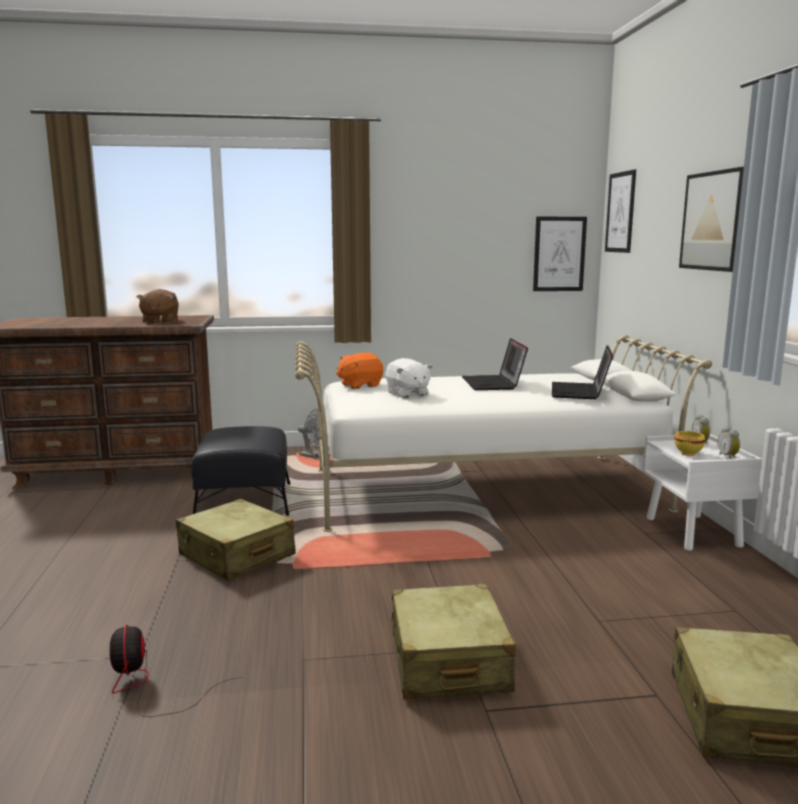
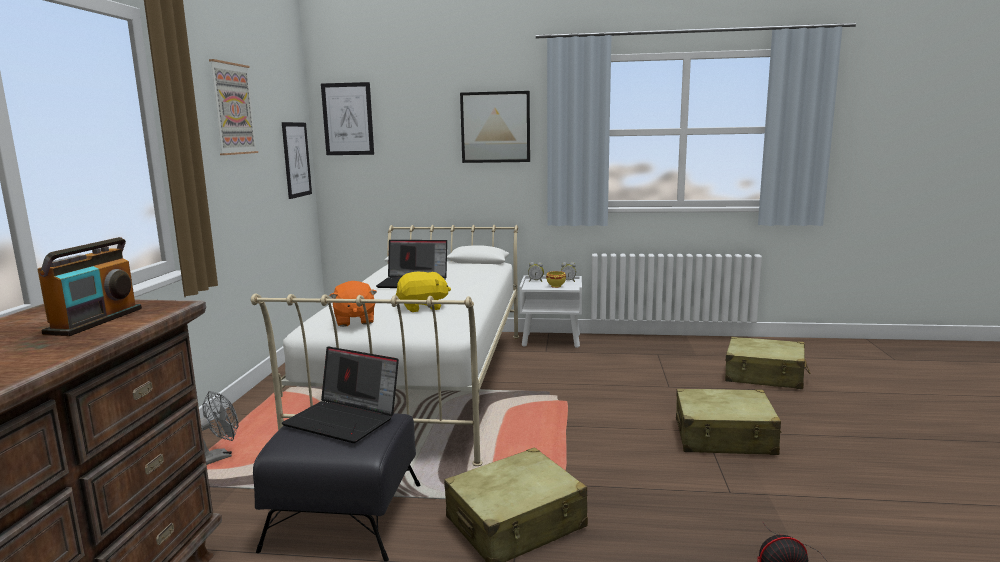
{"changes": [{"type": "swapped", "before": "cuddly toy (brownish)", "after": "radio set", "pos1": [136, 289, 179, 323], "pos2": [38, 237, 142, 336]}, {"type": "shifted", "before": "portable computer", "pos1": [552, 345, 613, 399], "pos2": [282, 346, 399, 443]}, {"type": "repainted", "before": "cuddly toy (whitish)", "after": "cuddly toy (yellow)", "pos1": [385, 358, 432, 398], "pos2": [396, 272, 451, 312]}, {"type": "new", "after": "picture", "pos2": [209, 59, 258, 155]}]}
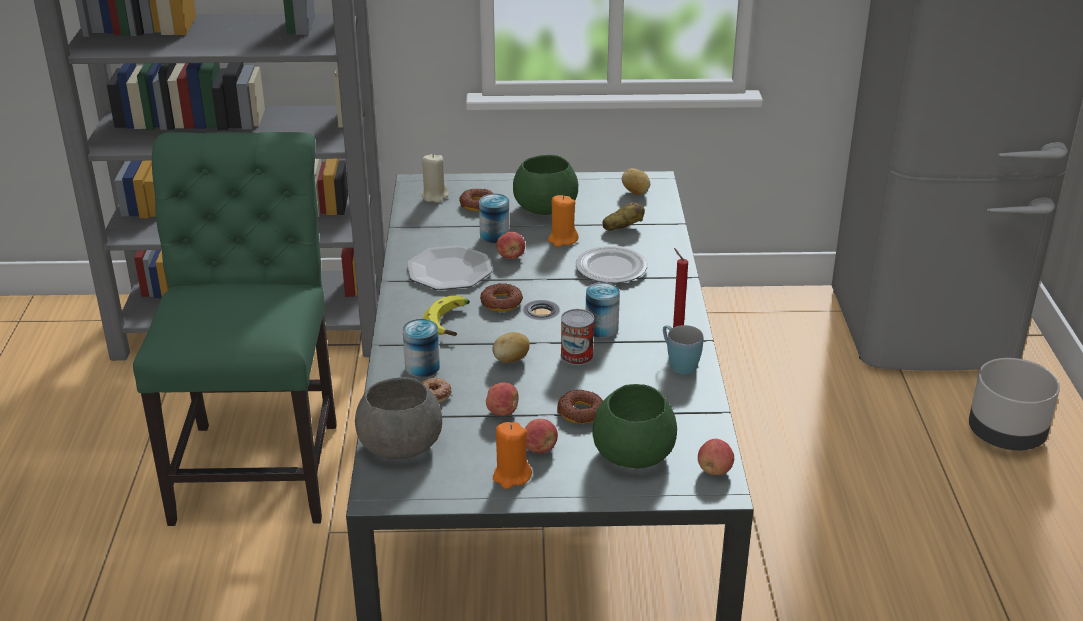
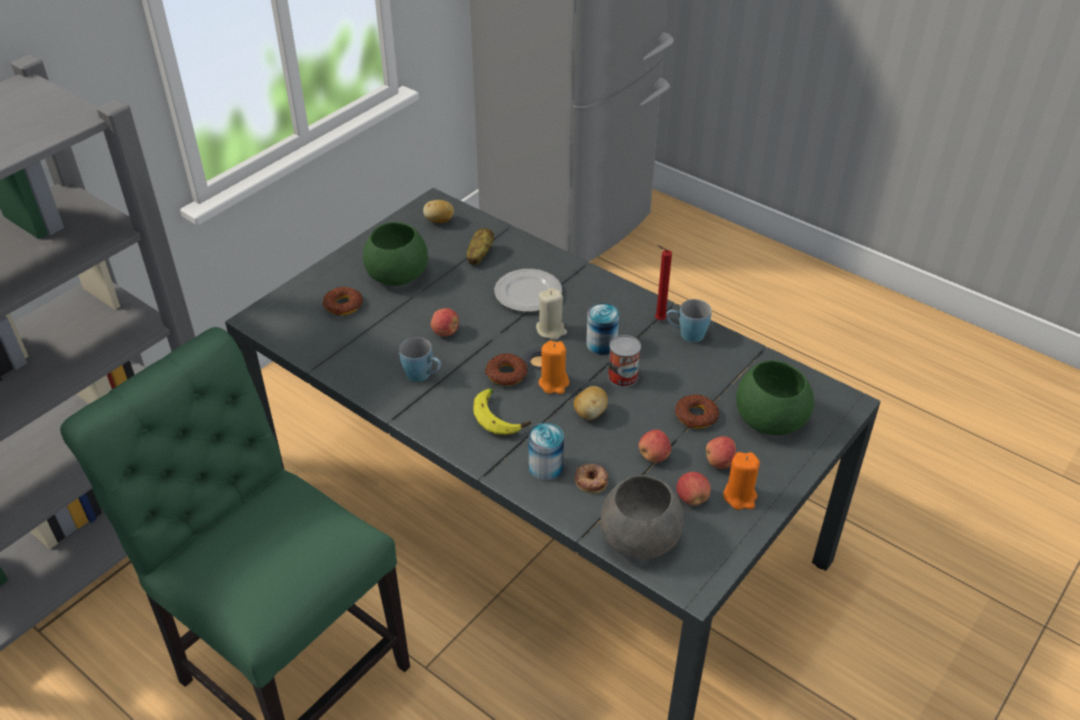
{"changes": [{"type": "shifted", "before": "wax light (beige)", "pos1": [421, 154, 449, 203], "pos2": [536, 288, 567, 340]}, {"type": "gone", "before": "can", "pos1": [479, 194, 510, 243]}, {"type": "shifted", "before": "wax light (orange-coloured)", "pos1": [548, 195, 579, 247], "pos2": [538, 341, 569, 394]}, {"type": "swapped", "before": "dinner plate", "after": "tea mug (bluish)", "pos1": [407, 245, 492, 290], "pos2": [399, 337, 441, 382]}, {"type": "gone", "before": "flower pot (greyish)", "pos1": [969, 358, 1060, 450]}, {"type": "shifted", "before": "whole apple", "pos1": [698, 439, 734, 475], "pos2": [676, 472, 711, 505]}]}
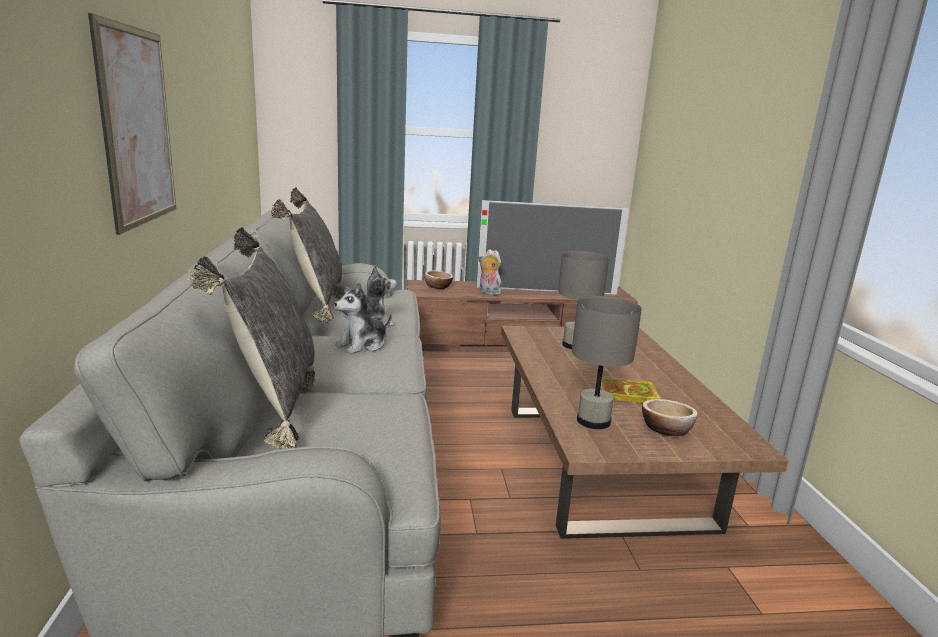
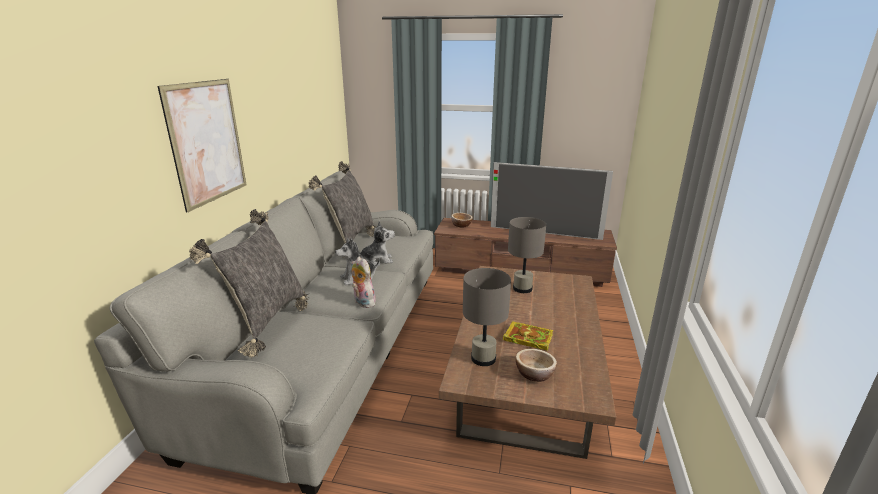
{"changes": [{"type": "shifted", "before": "cuddly toy", "pos1": [478, 249, 501, 296], "pos2": [351, 257, 377, 308]}]}
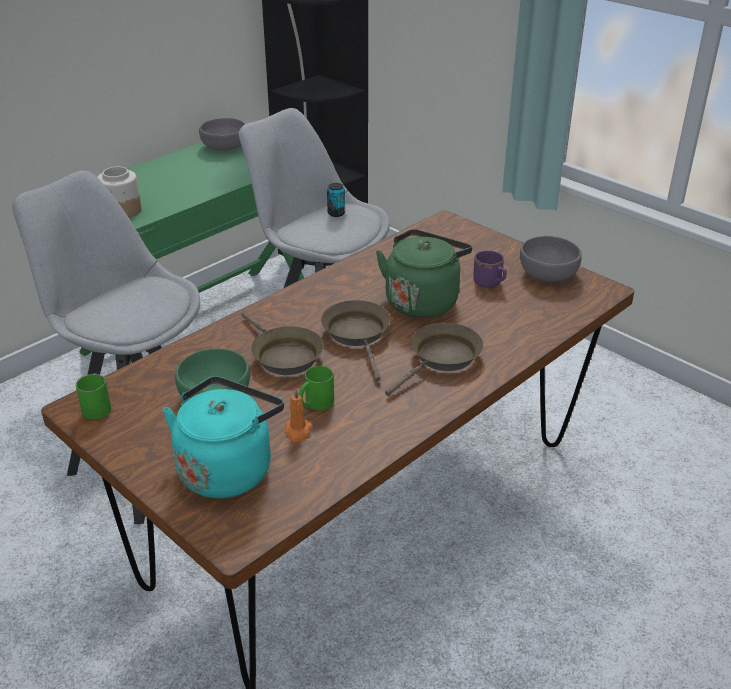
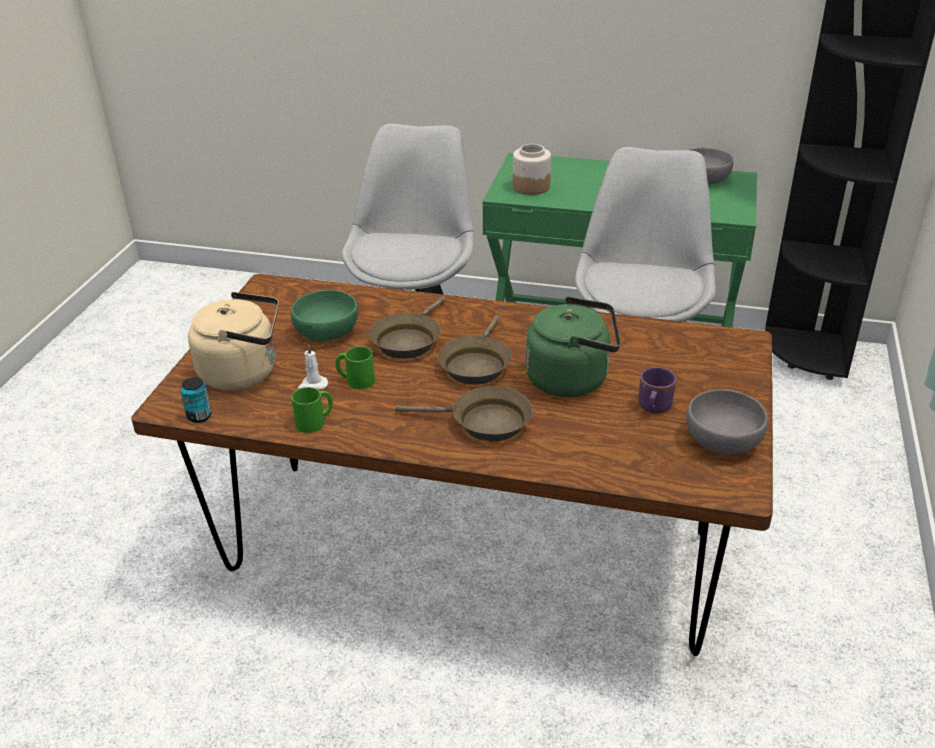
{"changes": [{"type": "shifted", "before": "can", "pos1": [327, 183, 345, 217], "pos2": [181, 377, 212, 423]}, {"type": "rotated", "before": "frying pan (brownish)", "pos1": [321, 300, 390, 381], "pos2": [438, 315, 512, 385], "turn": 150}, {"type": "shifted", "before": "tea mug (green-coloured)", "pos1": [76, 373, 111, 419], "pos2": [291, 387, 333, 433]}, {"type": "repainted", "before": "tea kettle (turquoise-coloured)", "after": "tea kettle (beige)", "pos1": [163, 376, 284, 498], "pos2": [188, 292, 279, 390]}, {"type": "repainted", "before": "wax light (orange-coloured)", "after": "wax light (whitish)", "pos1": [285, 389, 313, 442], "pos2": [298, 344, 328, 390]}]}
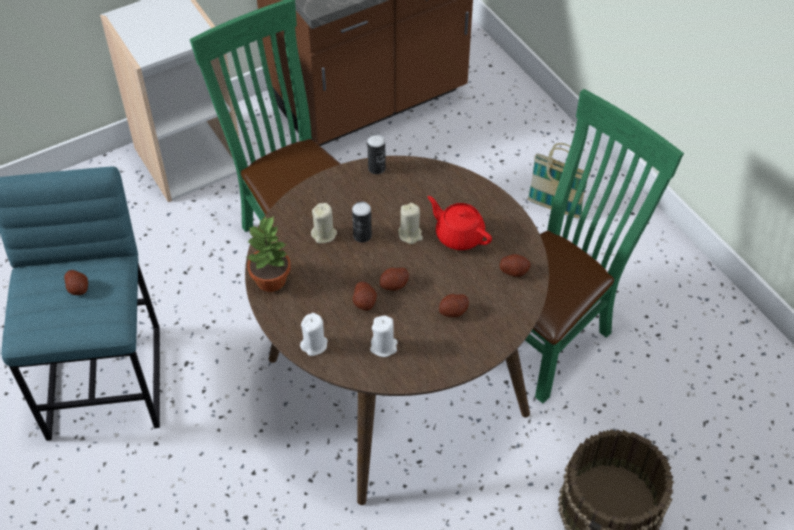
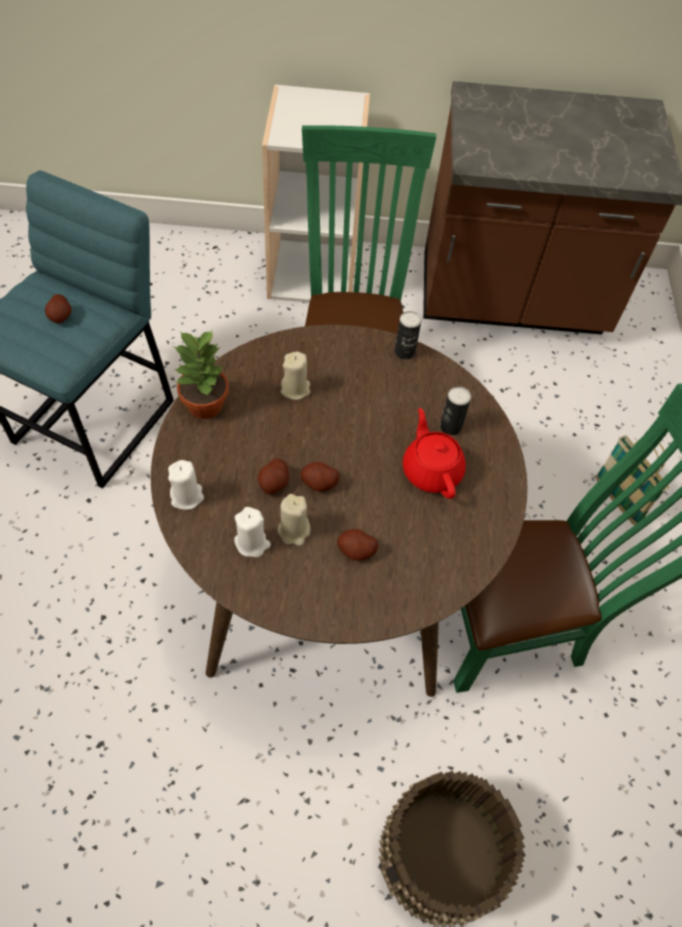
{"changes": [{"type": "shifted", "before": "can", "pos1": [352, 202, 372, 243], "pos2": [440, 386, 471, 435]}, {"type": "shifted", "before": "wax light (beige)", "pos1": [399, 203, 423, 244], "pos2": [278, 494, 310, 546]}, {"type": "gone", "before": "spud", "pos1": [500, 254, 531, 277]}]}
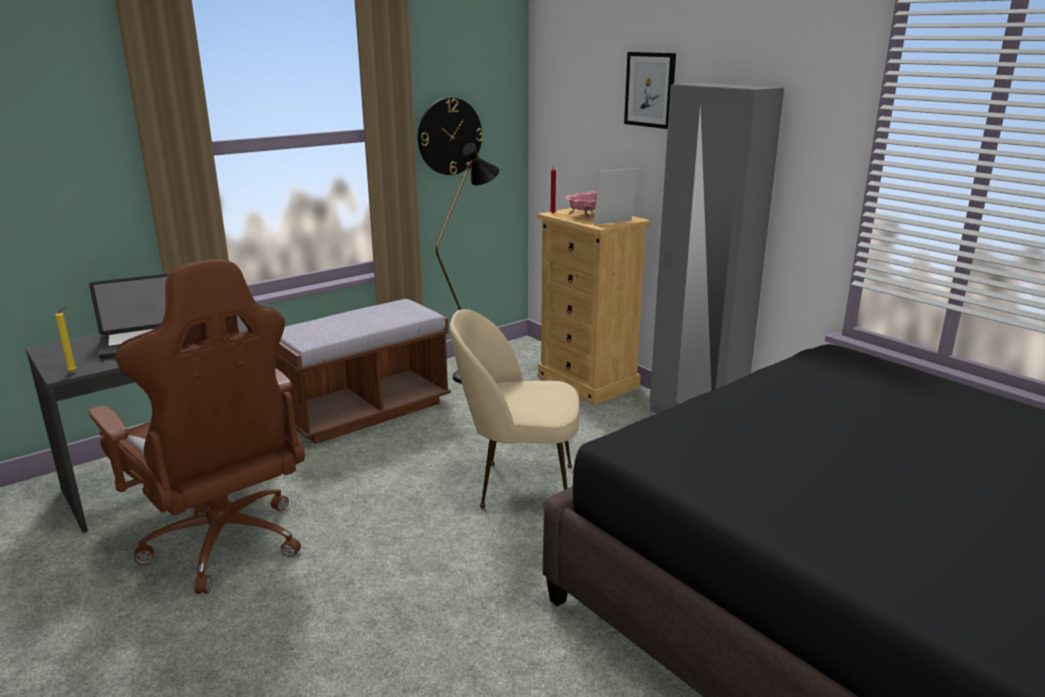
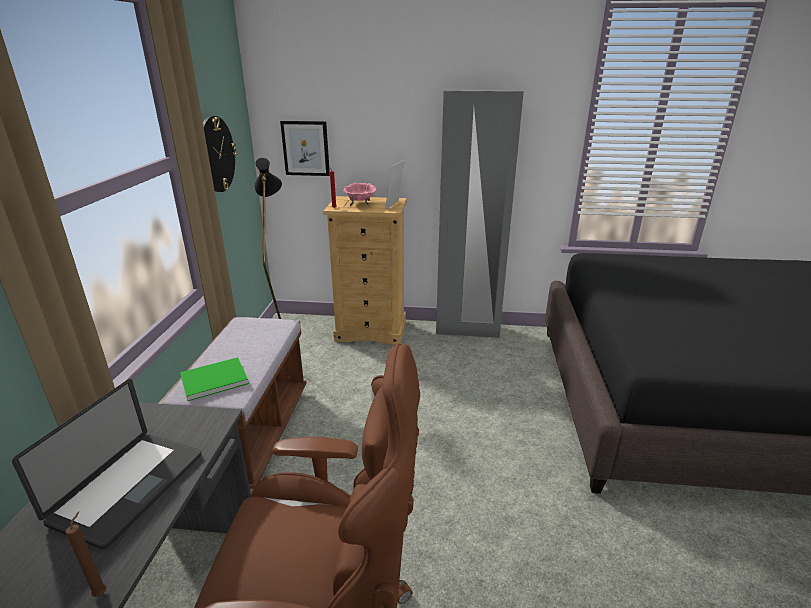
{"changes": [{"type": "shifted", "before": "picture", "pos1": [624, 52, 676, 129], "pos2": [280, 121, 330, 176]}, {"type": "repainted", "before": "wax light (yellow)", "after": "wax light (brownish)", "pos1": [55, 306, 77, 372], "pos2": [66, 512, 106, 597]}, {"type": "gone", "before": "chair (beige)", "pos1": [450, 309, 580, 508]}, {"type": "new", "after": "book (green-coloured)", "pos2": [180, 357, 249, 401]}]}
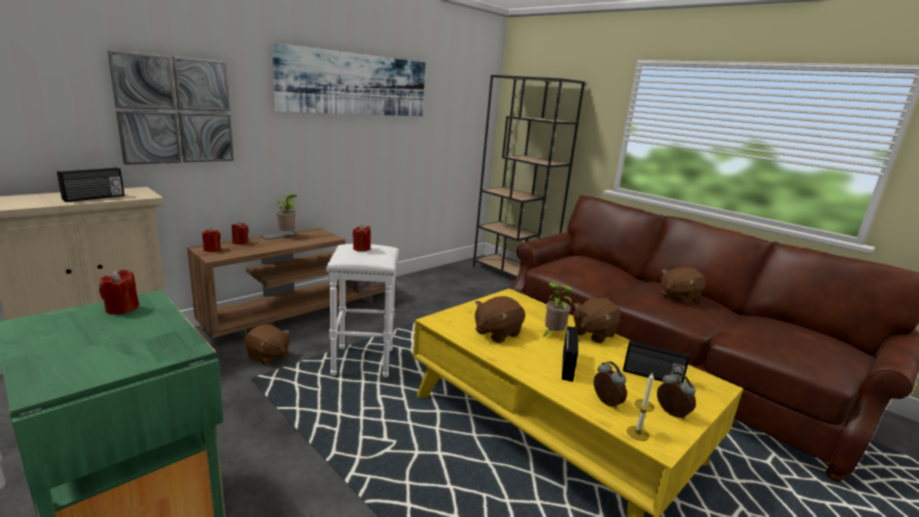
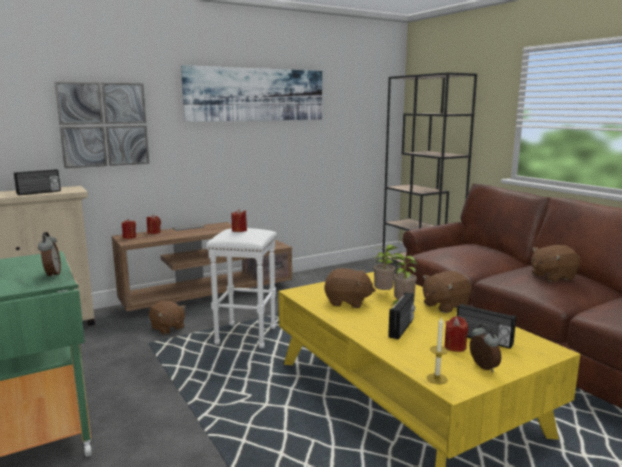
{"changes": [{"type": "shifted", "before": "houseplant", "pos1": [277, 193, 297, 232], "pos2": [373, 244, 397, 290]}, {"type": "shifted", "before": "wax light (red)", "pos1": [99, 270, 139, 315], "pos2": [444, 316, 468, 352]}, {"type": "rotated", "before": "cuddly toy (brownish)", "pos1": [475, 296, 525, 343], "pos2": [324, 268, 375, 308], "turn": -135}, {"type": "shifted", "before": "table clock", "pos1": [594, 361, 627, 409], "pos2": [38, 232, 61, 278]}]}
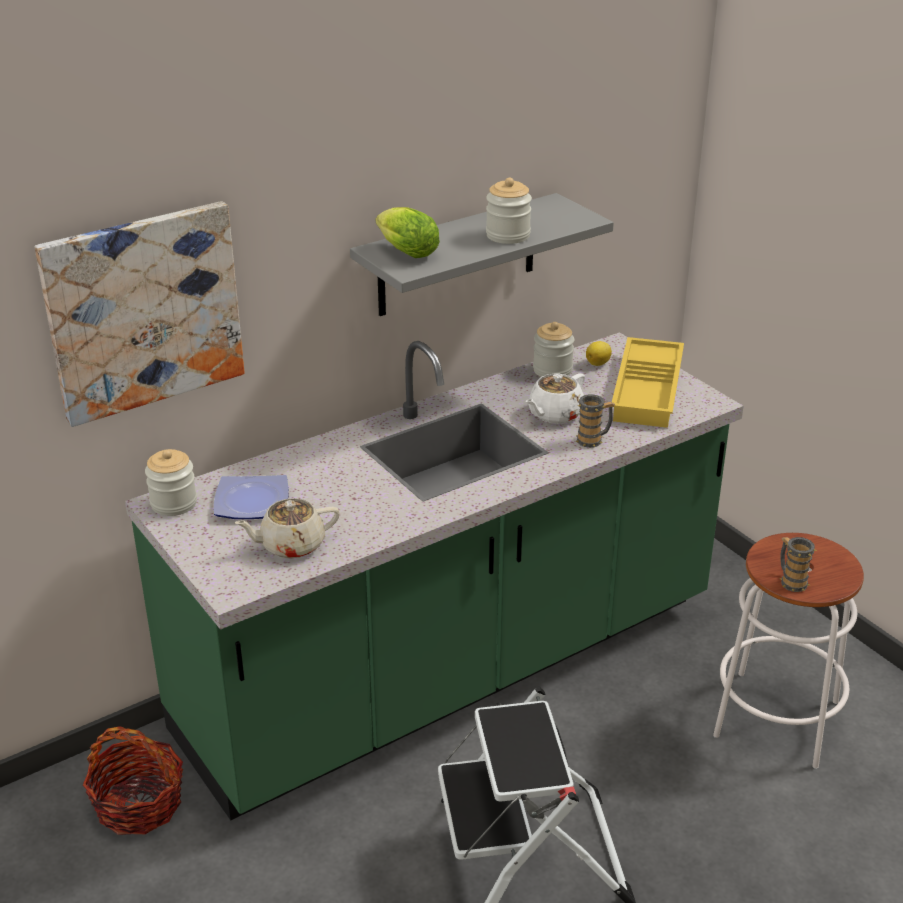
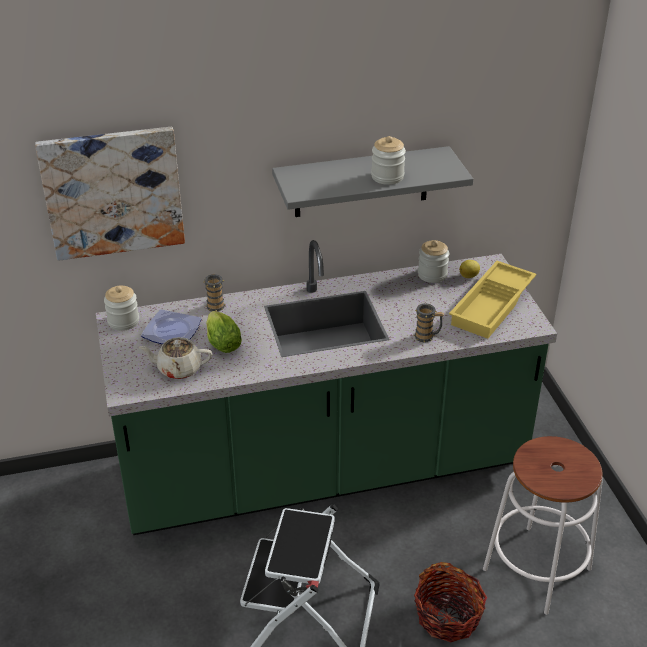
{"changes": [{"type": "shifted", "before": "lettuce", "pos1": [376, 207, 440, 258], "pos2": [206, 311, 242, 353]}, {"type": "gone", "before": "tea pot (whitish)", "pos1": [526, 373, 585, 424]}, {"type": "shifted", "before": "tea mug", "pos1": [779, 537, 817, 592], "pos2": [204, 274, 226, 312]}, {"type": "shifted", "before": "basket", "pos1": [83, 726, 183, 835], "pos2": [414, 562, 487, 642]}]}
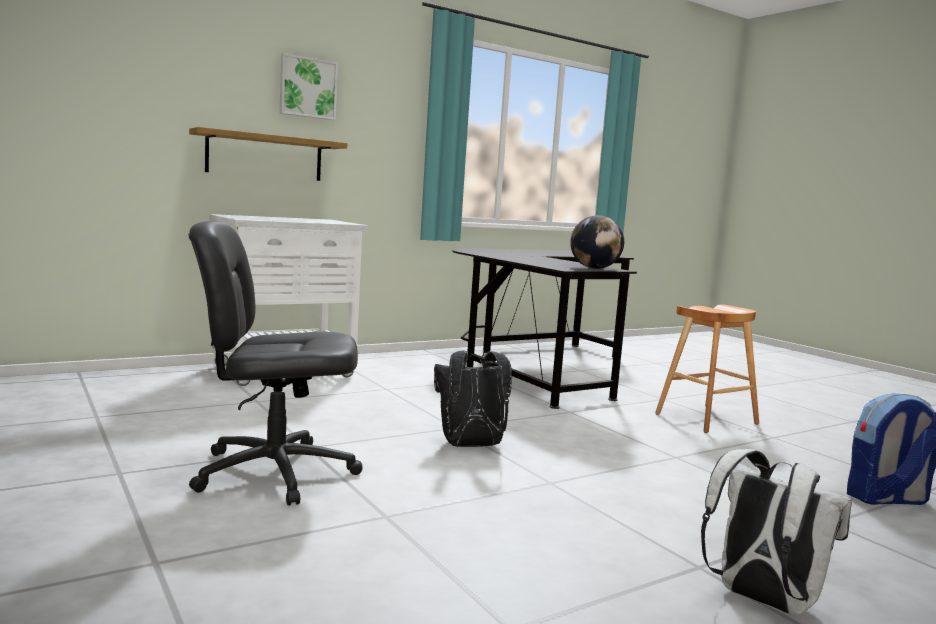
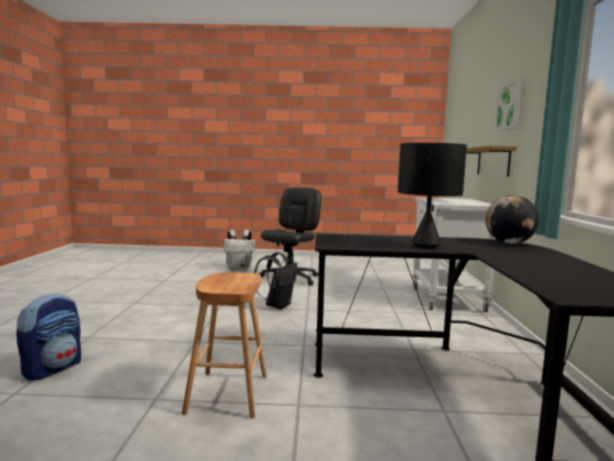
{"changes": [{"type": "shifted", "before": "globe", "pos1": [570, 215, 624, 269], "pos2": [486, 195, 539, 244]}, {"type": "shifted", "before": "knapsack (whitish)", "pos1": [701, 449, 852, 615], "pos2": [224, 229, 255, 271]}, {"type": "new", "after": "table lamp (black)", "pos2": [398, 143, 467, 248]}]}
